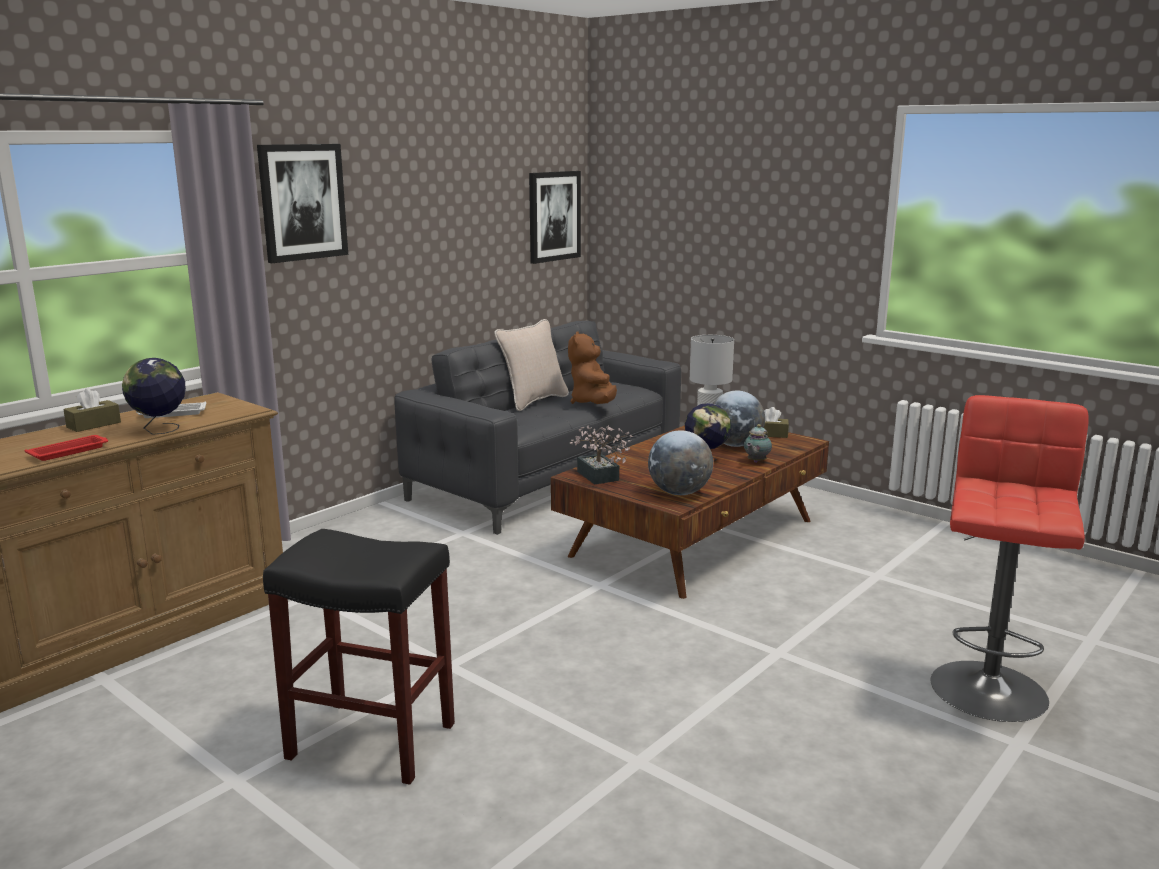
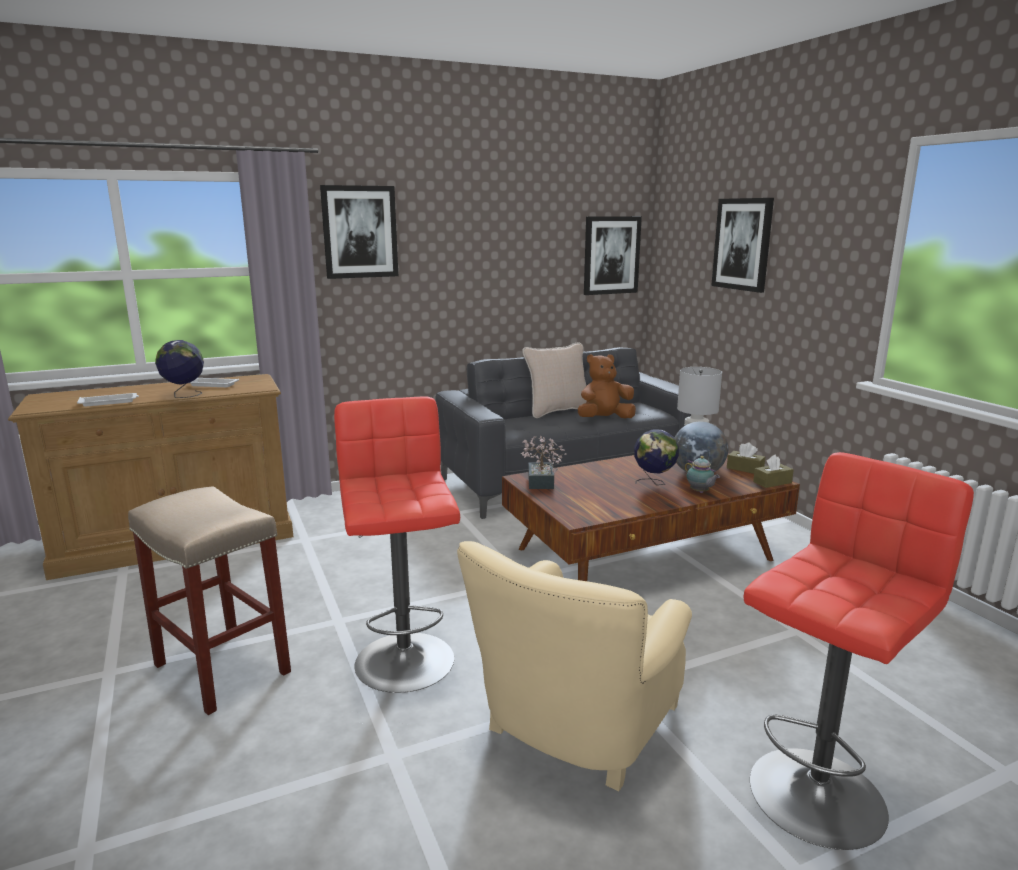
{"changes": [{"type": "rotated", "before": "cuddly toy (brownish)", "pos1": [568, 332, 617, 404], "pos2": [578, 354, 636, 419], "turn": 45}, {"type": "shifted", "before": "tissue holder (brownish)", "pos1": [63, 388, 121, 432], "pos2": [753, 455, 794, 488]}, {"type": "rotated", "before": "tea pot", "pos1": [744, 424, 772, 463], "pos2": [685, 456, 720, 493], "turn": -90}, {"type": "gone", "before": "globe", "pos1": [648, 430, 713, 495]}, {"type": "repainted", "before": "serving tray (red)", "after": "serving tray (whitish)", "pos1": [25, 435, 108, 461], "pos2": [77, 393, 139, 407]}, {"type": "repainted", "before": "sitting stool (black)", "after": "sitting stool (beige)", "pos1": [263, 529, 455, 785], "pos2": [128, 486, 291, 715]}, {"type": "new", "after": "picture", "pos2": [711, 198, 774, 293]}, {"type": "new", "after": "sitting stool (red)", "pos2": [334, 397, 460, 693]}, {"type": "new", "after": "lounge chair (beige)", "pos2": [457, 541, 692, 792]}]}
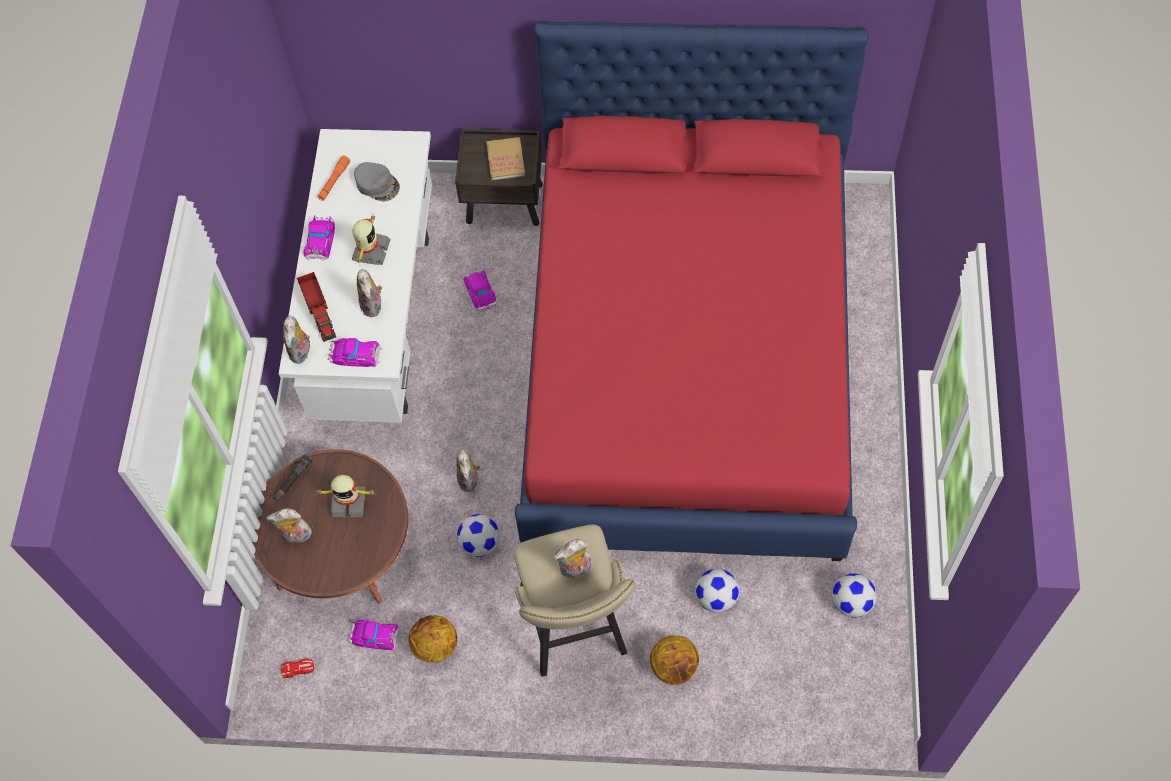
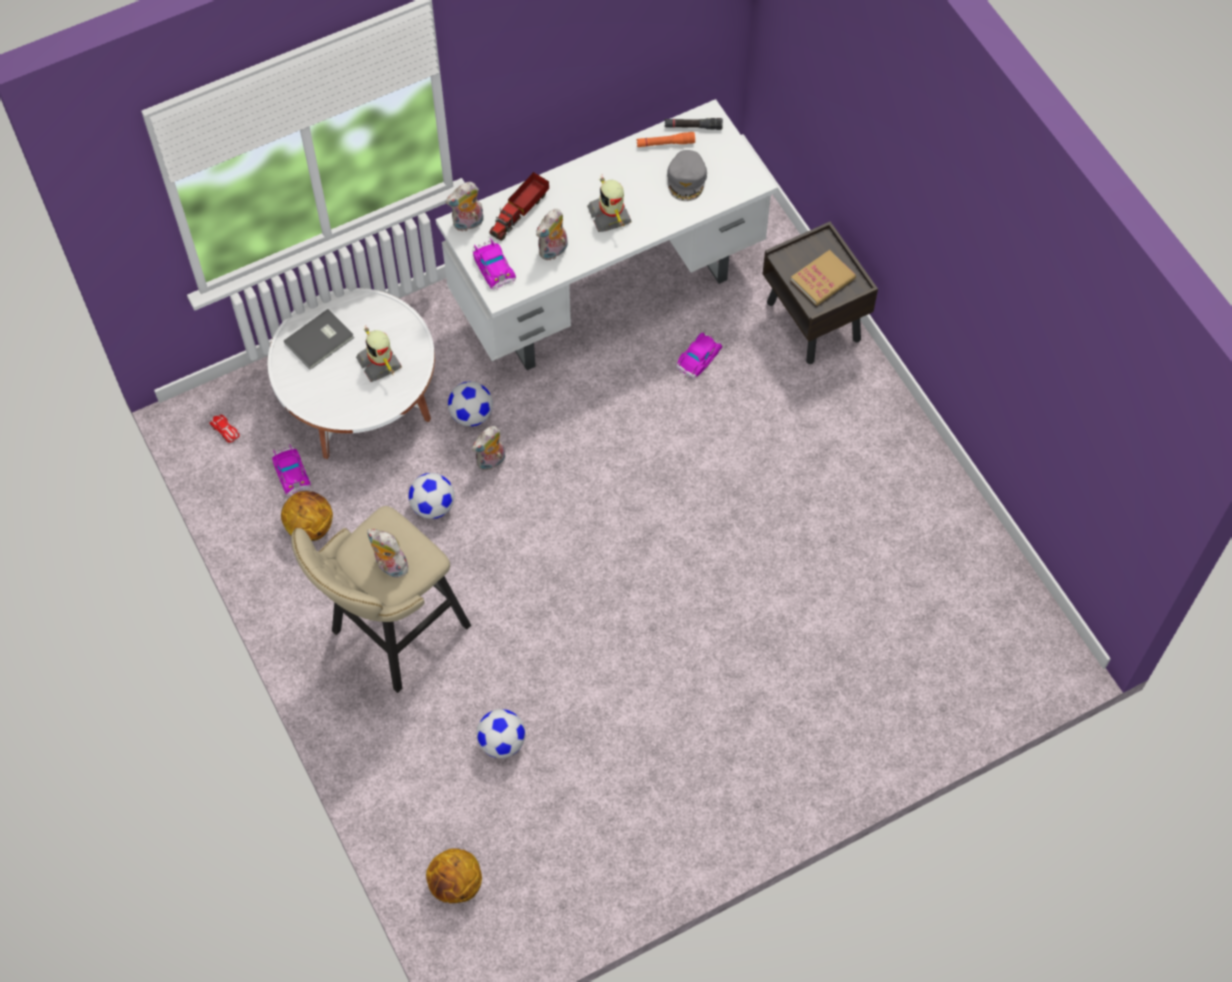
{"changes": [{"type": "gone", "before": "sleeping bed (red)", "pos1": [515, 21, 869, 561]}, {"type": "rotated", "before": "robot figure", "pos1": [352, 214, 390, 265], "pos2": [587, 176, 631, 232], "turn": 90}, {"type": "gone", "before": "miniature car", "pos1": [304, 215, 335, 261]}, {"type": "repainted", "before": "low table (brownish)", "after": "low table (whitish)", "pos1": [252, 449, 409, 604], "pos2": [268, 288, 435, 459]}, {"type": "shifted", "before": "hand torch (black)", "pos1": [272, 454, 313, 502], "pos2": [665, 118, 723, 130]}, {"type": "swapped", "before": "cuddly toy", "after": "book (greyish)", "pos1": [266, 508, 312, 543], "pos2": [284, 309, 354, 370]}, {"type": "shifted", "before": "football ball", "pos1": [832, 573, 876, 618], "pos2": [448, 382, 493, 426]}, {"type": "shifted", "before": "ball for basketball", "pos1": [650, 635, 699, 685], "pos2": [426, 849, 482, 903]}]}
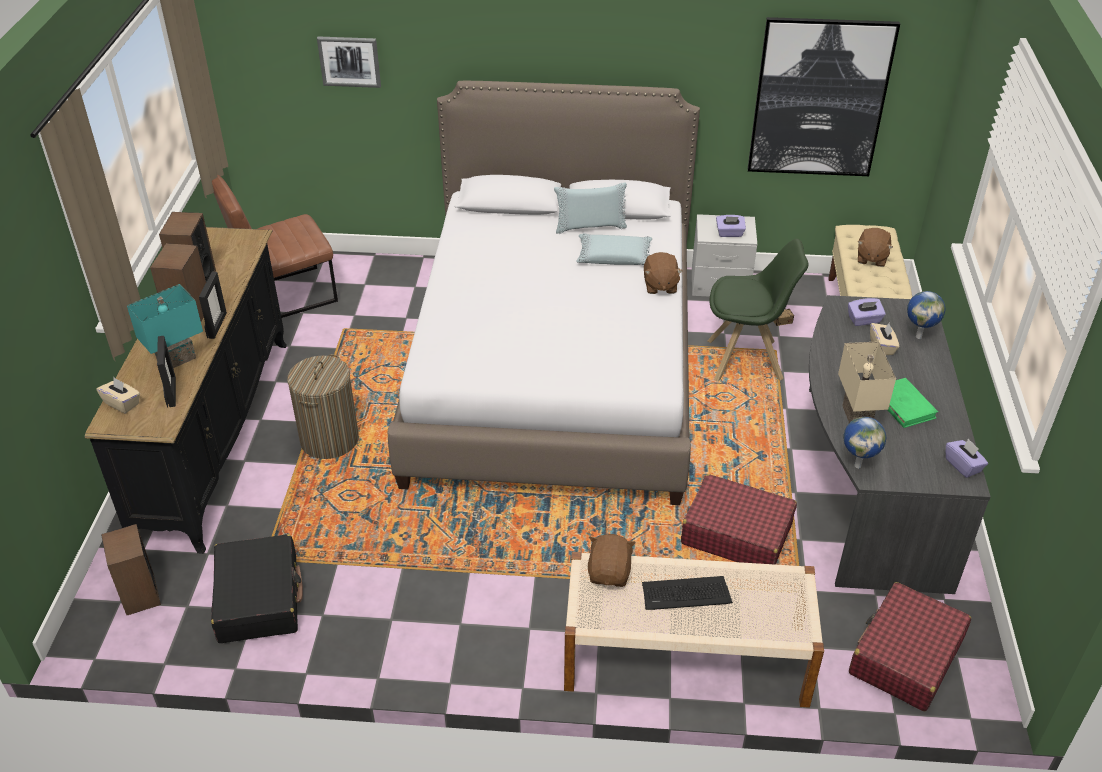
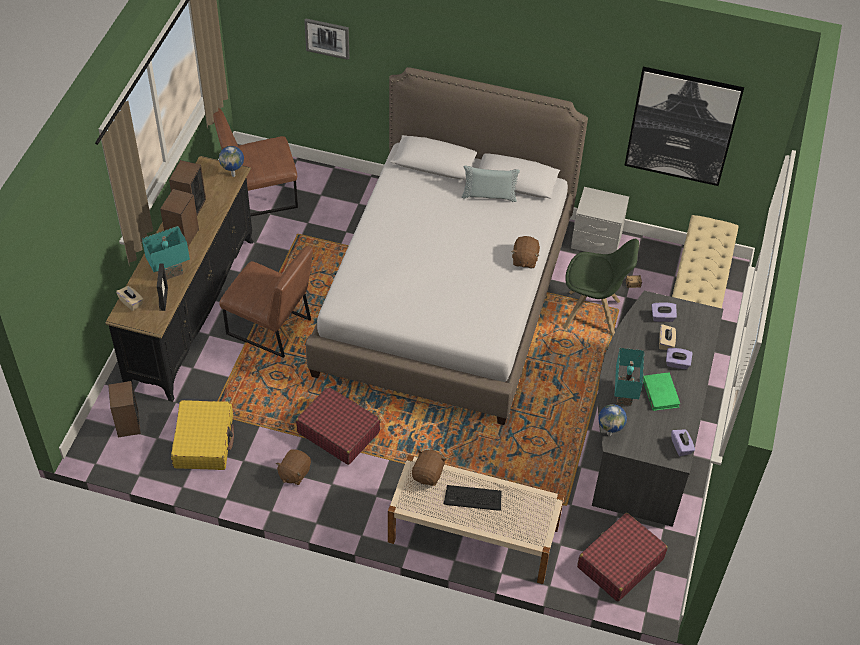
{"changes": [{"type": "shifted", "before": "tissue holder (purple-coloured)", "pos1": [716, 215, 746, 237], "pos2": [666, 348, 693, 369]}, {"type": "shifted", "before": "cuddly toy (brownish)", "pos1": [858, 228, 893, 267], "pos2": [276, 449, 311, 485]}, {"type": "gone", "before": "throw pillow (bluish)", "pos1": [576, 233, 652, 265]}, {"type": "gone", "before": "photo frame", "pos1": [199, 272, 227, 339]}, {"type": "shifted", "before": "globe", "pos1": [907, 291, 945, 339], "pos2": [219, 146, 244, 177]}, {"type": "repainted", "before": "table lamp (beige)", "after": "table lamp (turquoise-coloured)", "pos1": [838, 341, 896, 423], "pos2": [614, 348, 644, 406]}, {"type": "swapped", "before": "laundry basket", "after": "chair (brownish)", "pos1": [287, 354, 359, 459], "pos2": [219, 246, 313, 358]}, {"type": "shifted", "before": "piece of luggage (red)", "pos1": [681, 474, 797, 565], "pos2": [296, 387, 381, 465]}, {"type": "repainted", "before": "piece of luggage (black)", "after": "piece of luggage (yellow)", "pos1": [211, 534, 303, 643], "pos2": [171, 400, 234, 470]}]}
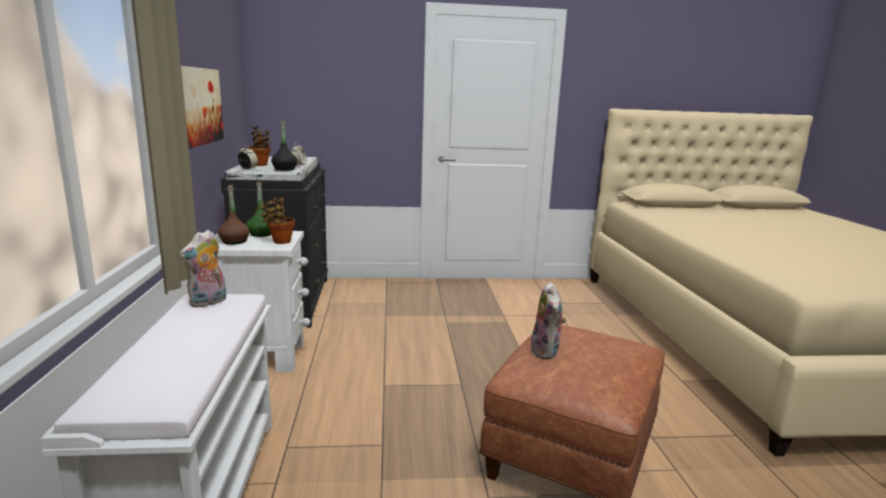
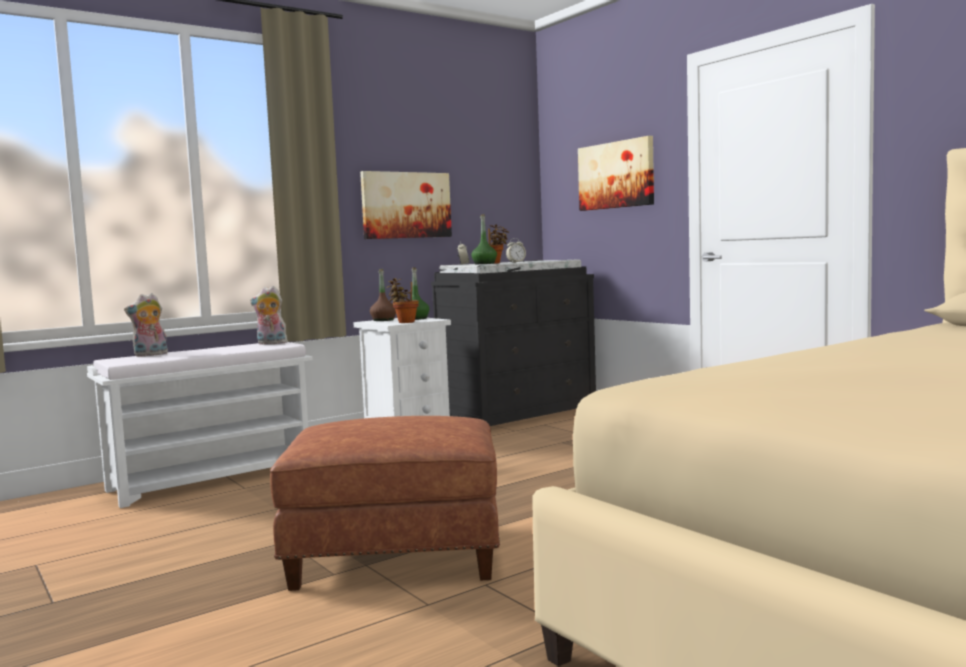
{"changes": [{"type": "repainted", "before": "beverage bottle (black)", "after": "beverage bottle (green-coloured)", "pos1": [271, 121, 297, 171], "pos2": [471, 214, 497, 264]}, {"type": "shifted", "before": "cuddly toy", "pos1": [531, 282, 566, 360], "pos2": [124, 293, 168, 357]}, {"type": "new", "after": "picture", "pos2": [578, 136, 654, 211]}]}
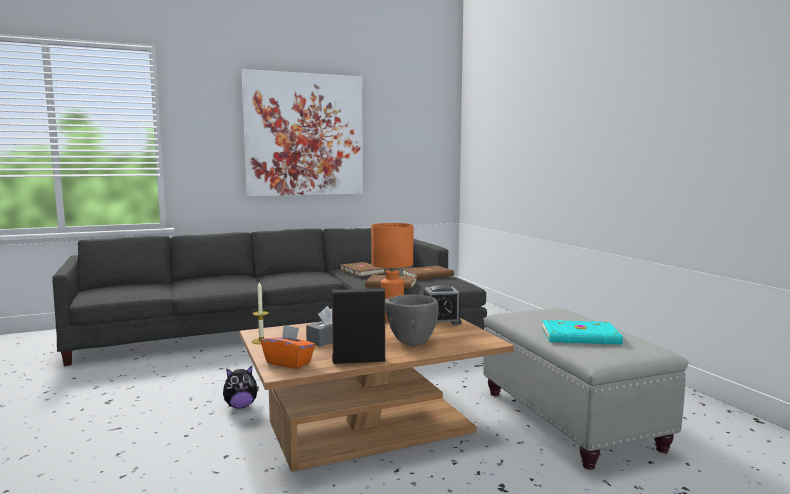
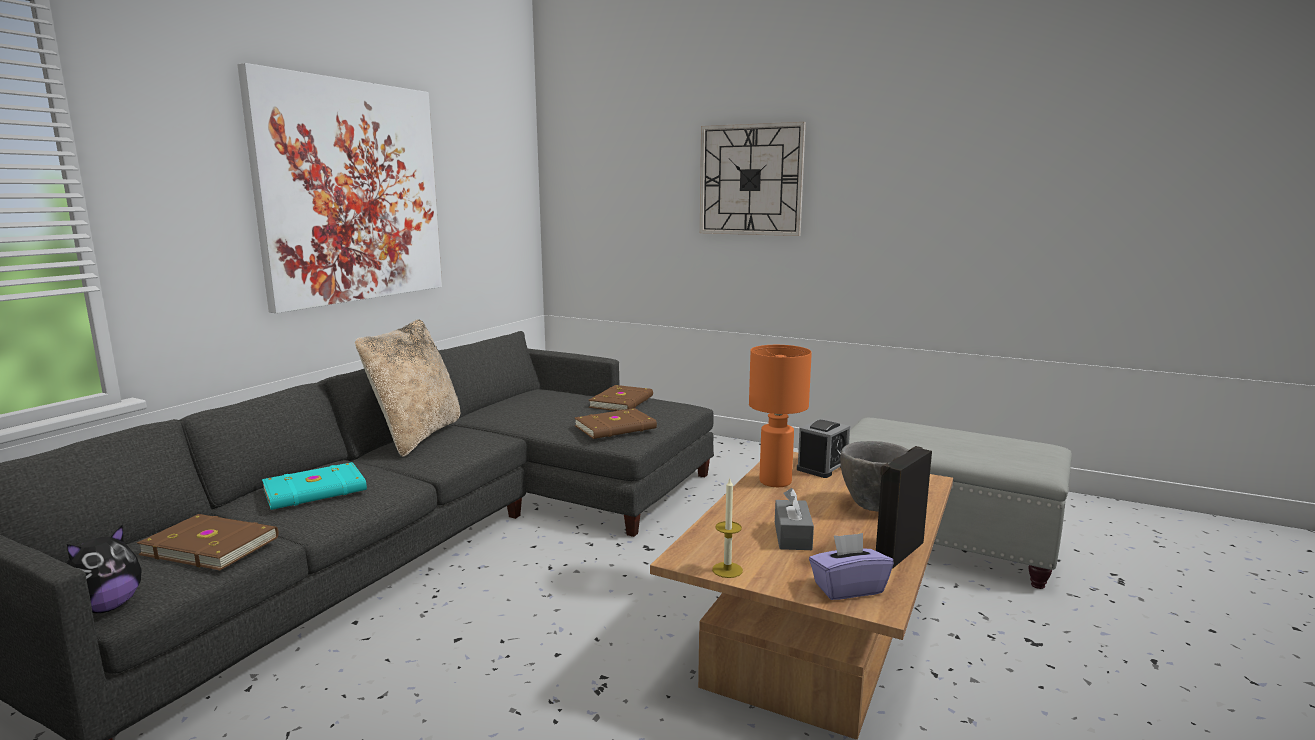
{"changes": [{"type": "shifted", "before": "book (brownish)", "pos1": [340, 262, 386, 277], "pos2": [137, 514, 279, 570]}, {"type": "shifted", "before": "book (turquoise-coloured)", "pos1": [542, 320, 623, 345], "pos2": [262, 462, 367, 510]}, {"type": "repainted", "before": "tissue holder (orange-coloured)", "after": "tissue holder (purple-coloured)", "pos1": [261, 325, 315, 369], "pos2": [809, 533, 894, 600]}, {"type": "shifted", "before": "cuddly toy", "pos1": [223, 366, 259, 409], "pos2": [67, 526, 142, 613]}, {"type": "new", "after": "clock on the wall", "pos2": [700, 122, 806, 236]}, {"type": "new", "after": "throw pillow (beige)", "pos2": [355, 319, 461, 457]}]}
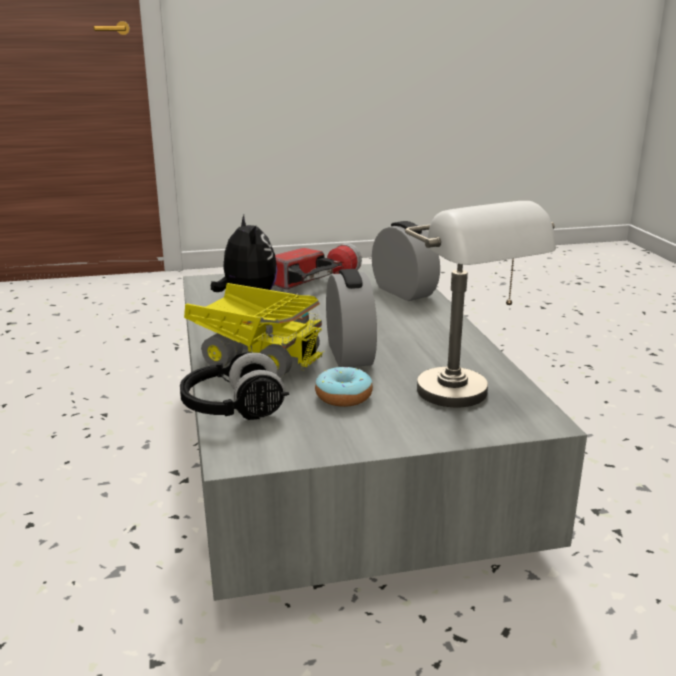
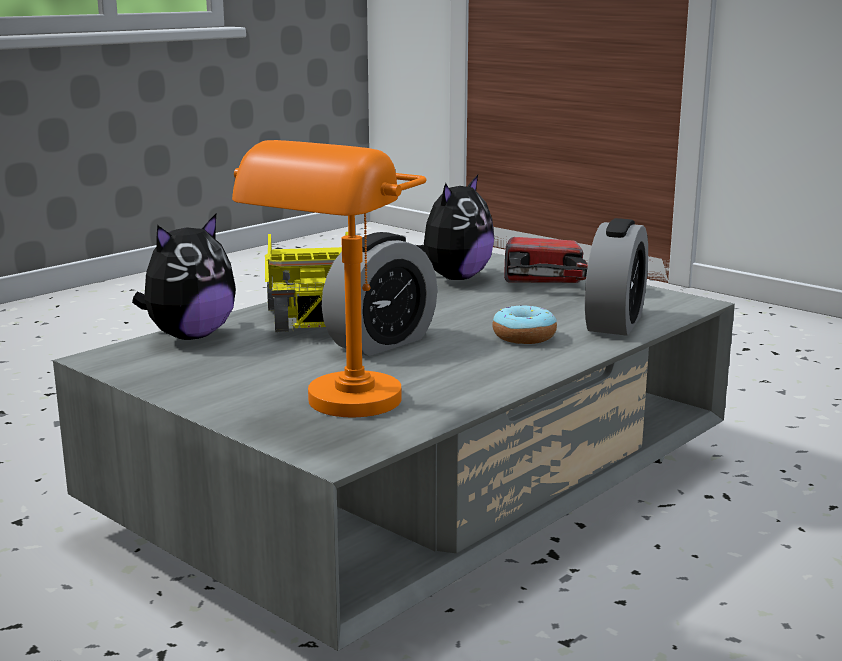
{"changes": [{"type": "repainted", "before": "table lamp (greyish)", "after": "table lamp (orange-coloured)", "pos1": [405, 201, 556, 407], "pos2": [232, 140, 427, 417]}, {"type": "swapped", "before": "pair of headphones (black)", "after": "cuddly toy", "pos1": [180, 352, 289, 420], "pos2": [132, 214, 236, 340]}, {"type": "shifted", "before": "donut", "pos1": [315, 367, 373, 407], "pos2": [492, 305, 557, 344]}]}
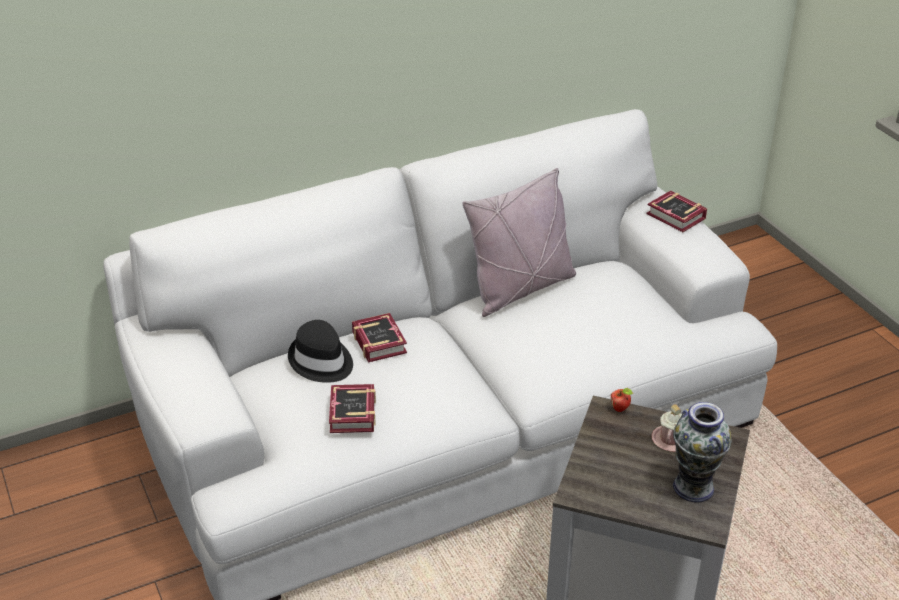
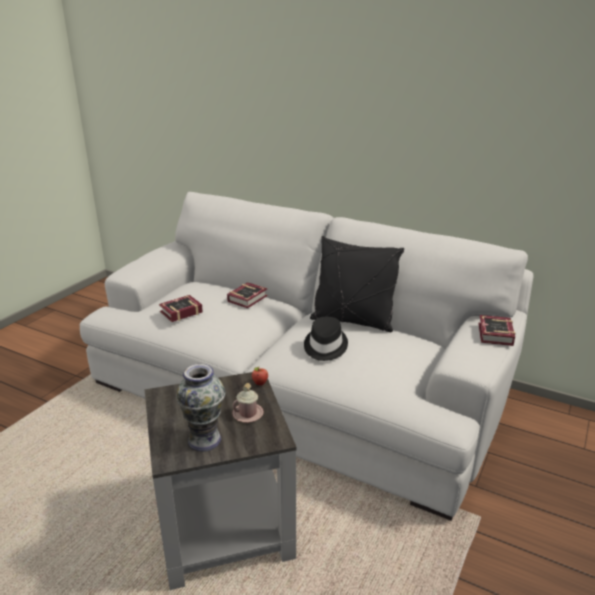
{"changes": [{"type": "repainted", "before": "throw pillow (purple-coloured)", "after": "throw pillow (black)", "pos1": [462, 168, 576, 317], "pos2": [310, 236, 404, 332]}, {"type": "shifted", "before": "hat (black)", "pos1": [288, 320, 353, 383], "pos2": [304, 317, 348, 361]}]}
